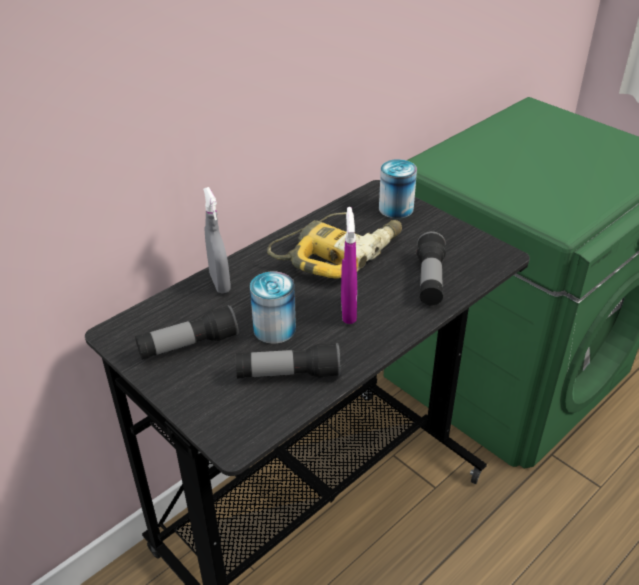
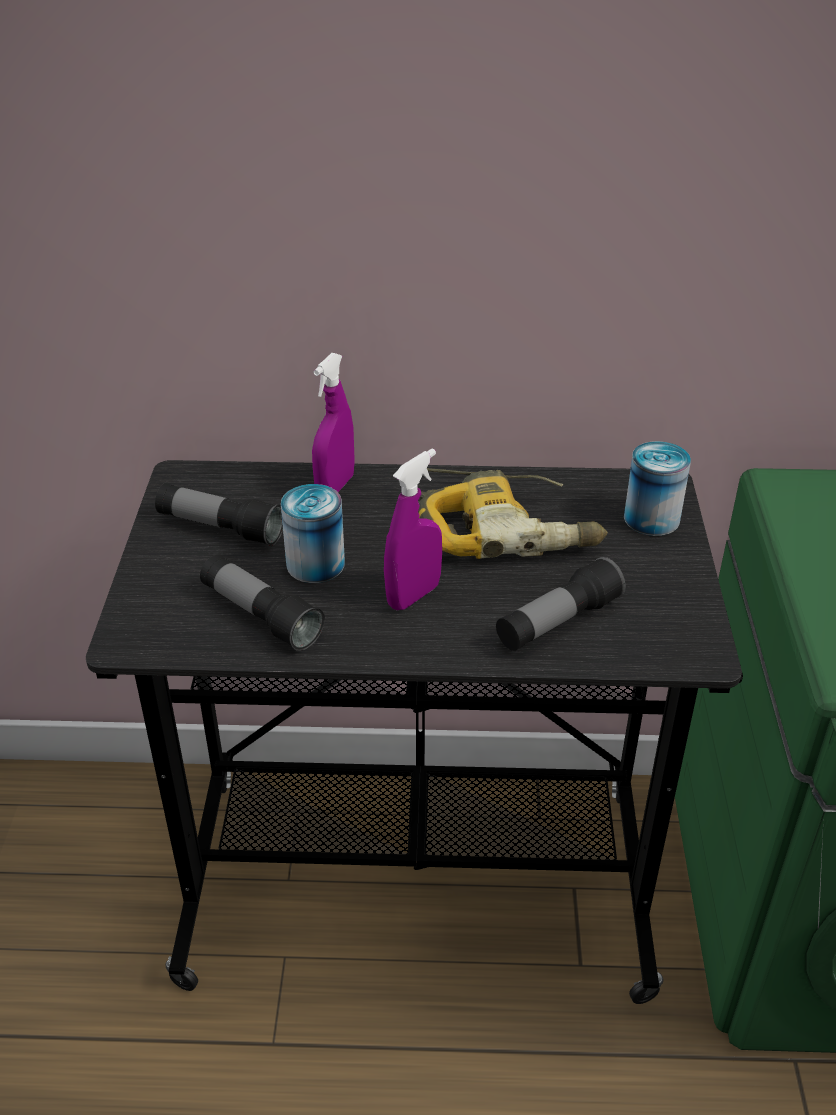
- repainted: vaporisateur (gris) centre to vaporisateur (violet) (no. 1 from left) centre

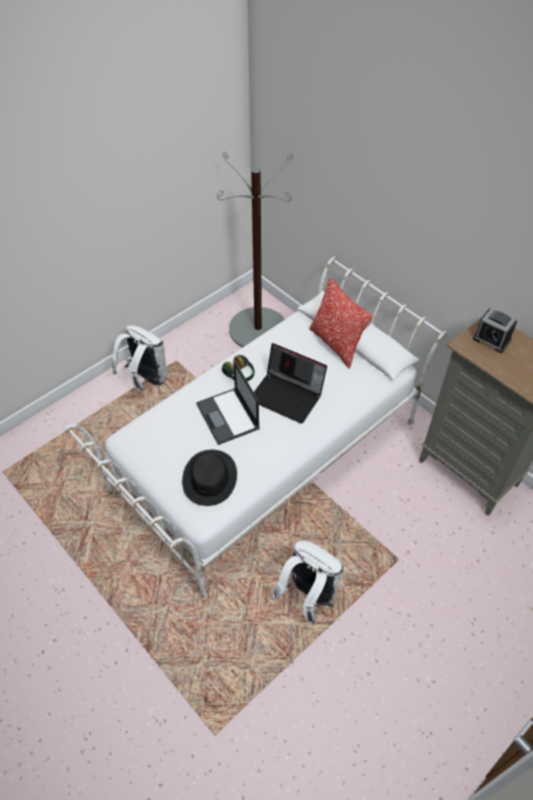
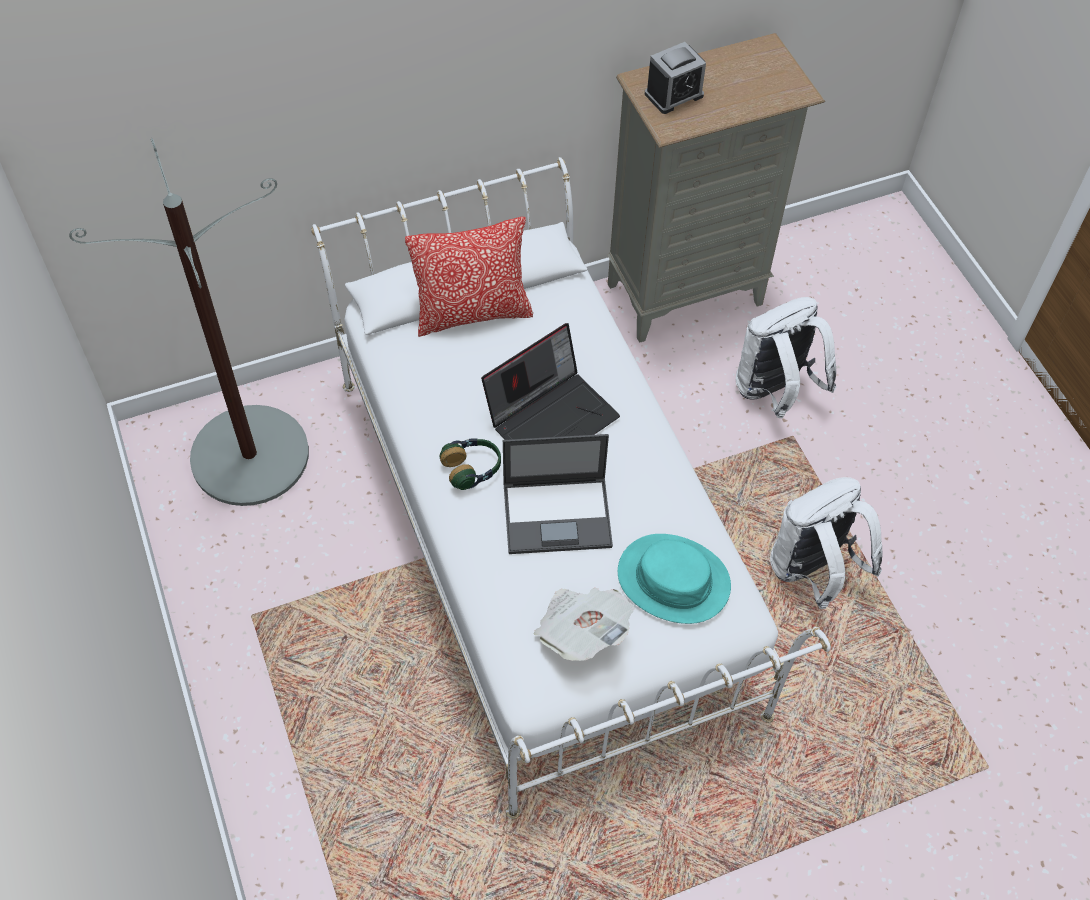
- shifted: sac à dos (blanc) (no. 1 from left) middle left to middle right
- repainted: chapeau (noir) centre to chapeau (turquoise) centre
- new: journal bottom centre

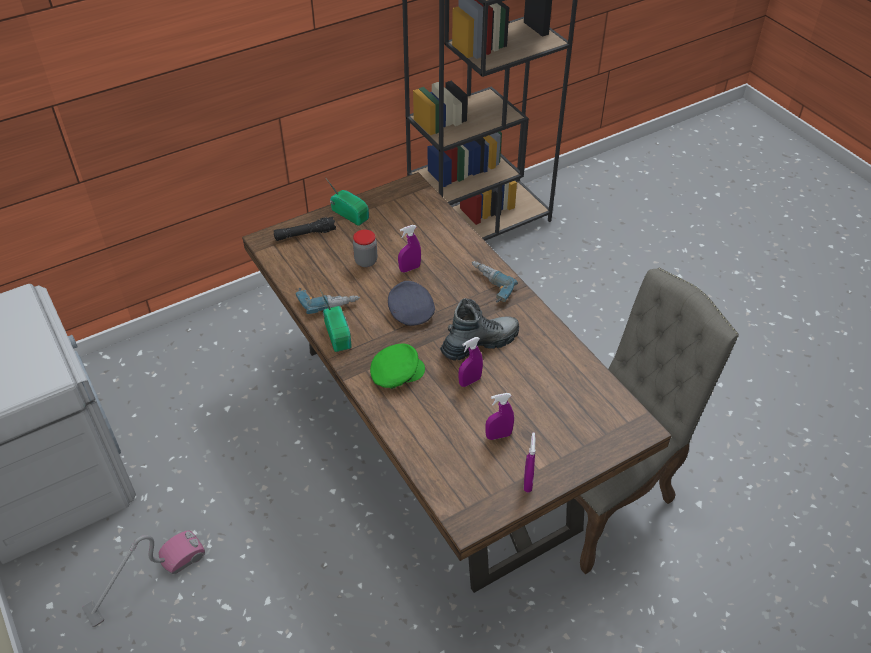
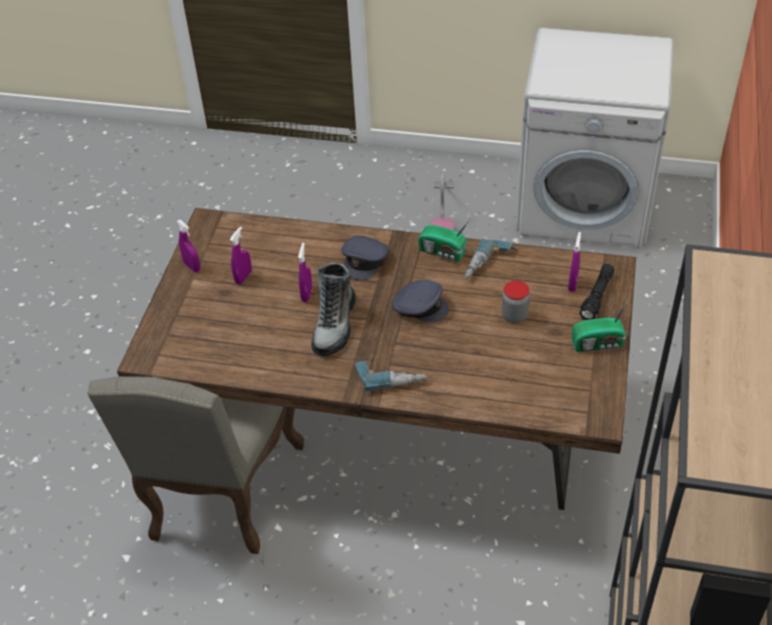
- shifted: vaporisateur (violet) (no. 1 from left in the first image) centre to vaporisateur (violet) (no. 4 from left) middle right
- repainted: casquette (vert) centre to casquette (gris) (no. 1 from left) centre

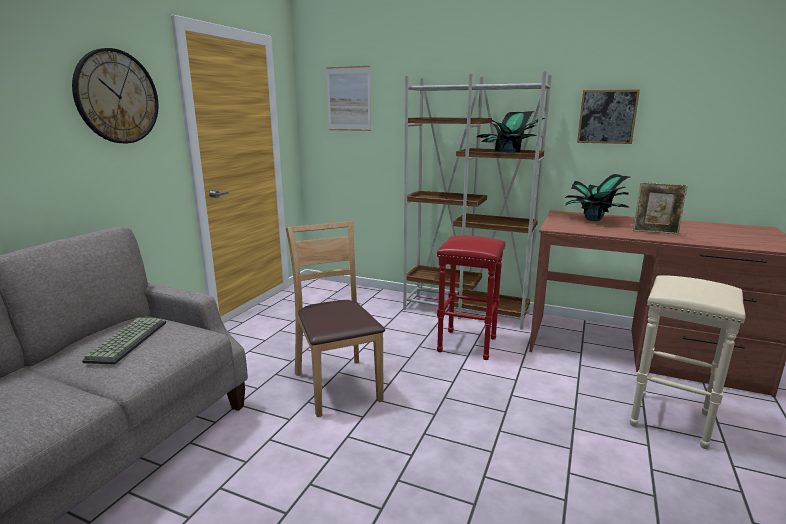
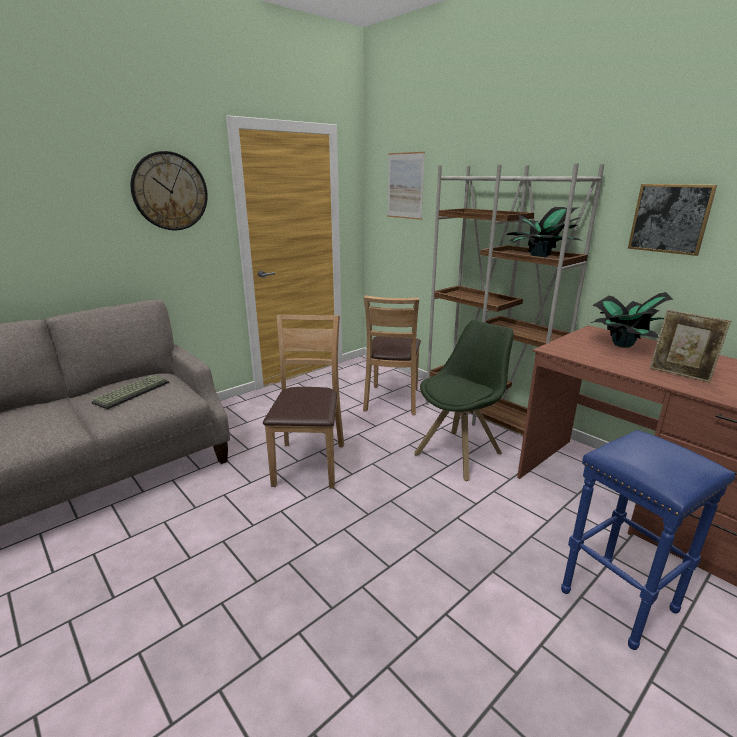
- swapped: tabouret (rouge) centre to chaise (vert) centre
- repainted: tabouret (beige) bottom right to tabouret (bleu) bottom right
- new: chaise (marron) (no. 2 from left) centre

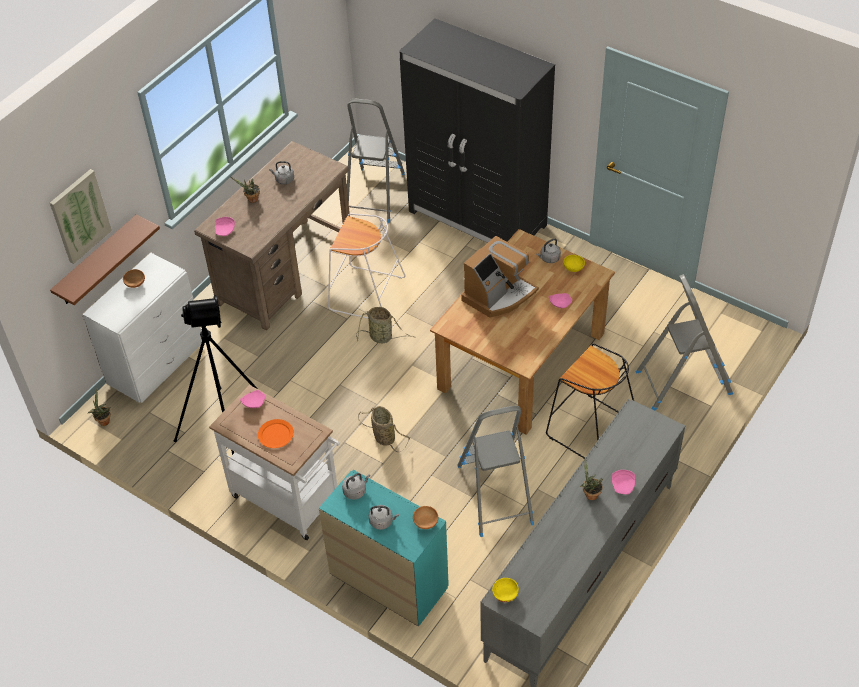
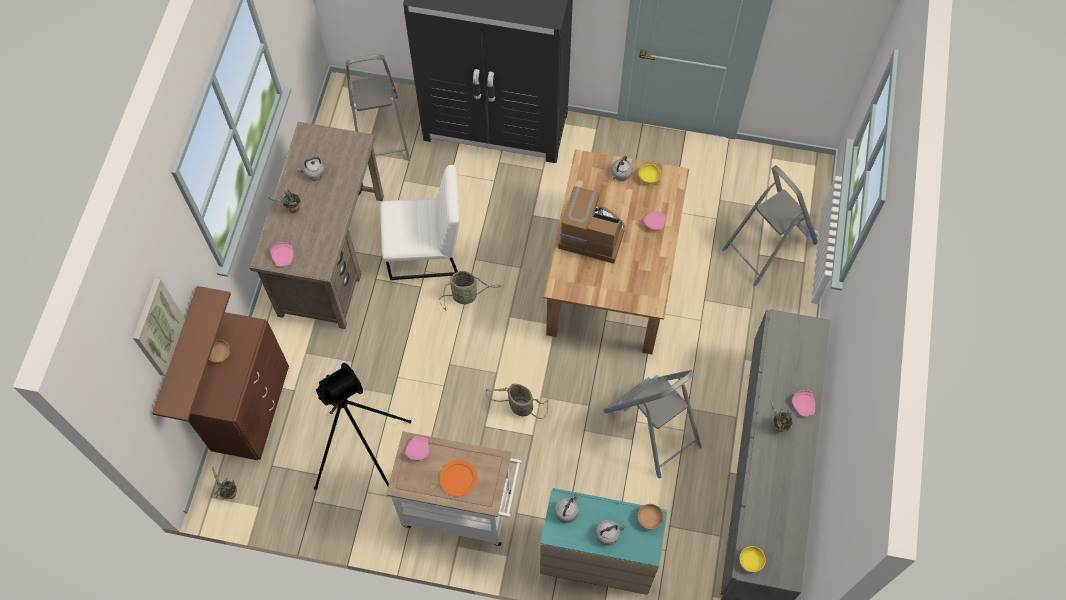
- swapped: tabouret (blanc) centre to chaise (blanc) centre
- rotated: machine à café centre = centre 90 degrees counterclockwise
- repainted: commode (blanc) middle left to commode (marron) middle left
- gone: tabouret (noir) middle right

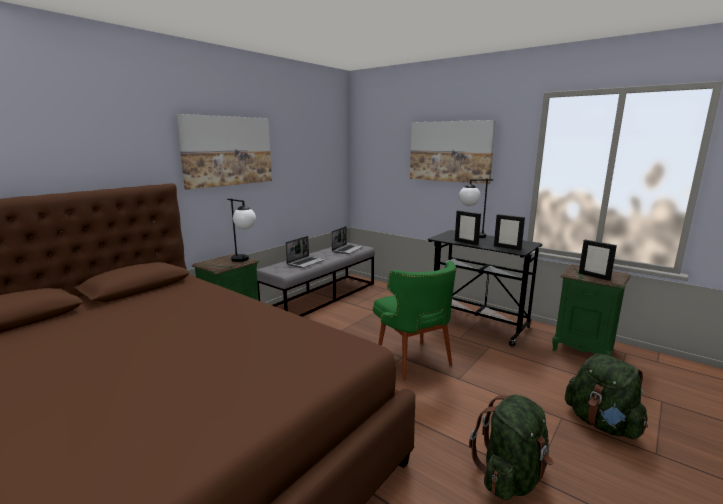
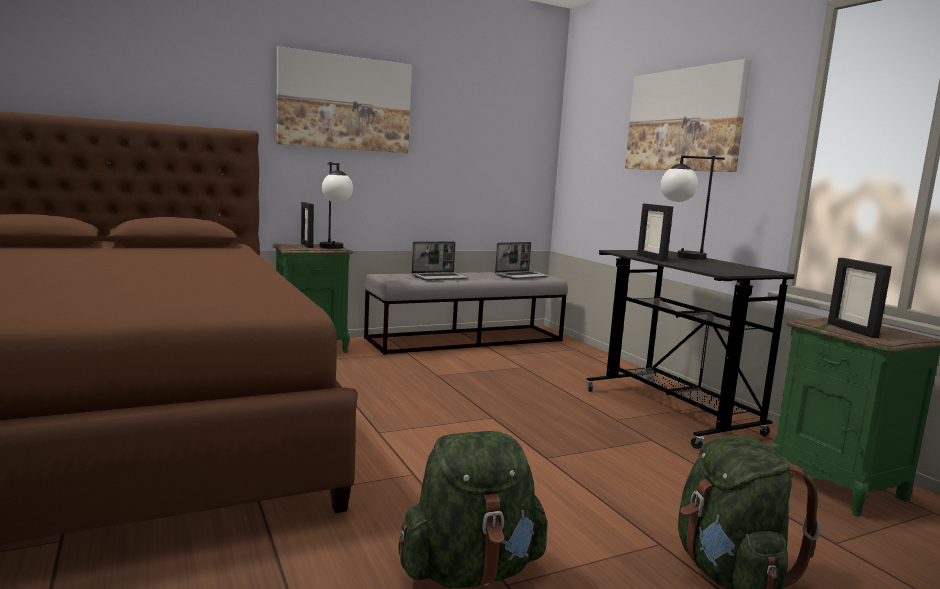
- shifted: cadre photo (no. 2 from left in the first image) middle right to cadre photo (no. 1 from left) middle left
- gone: chaise (vert) centre

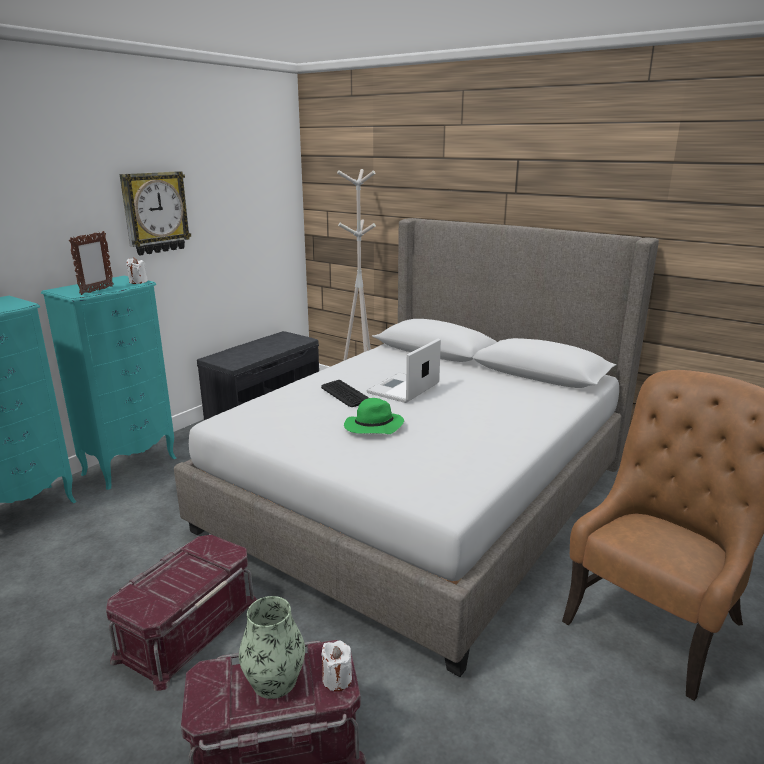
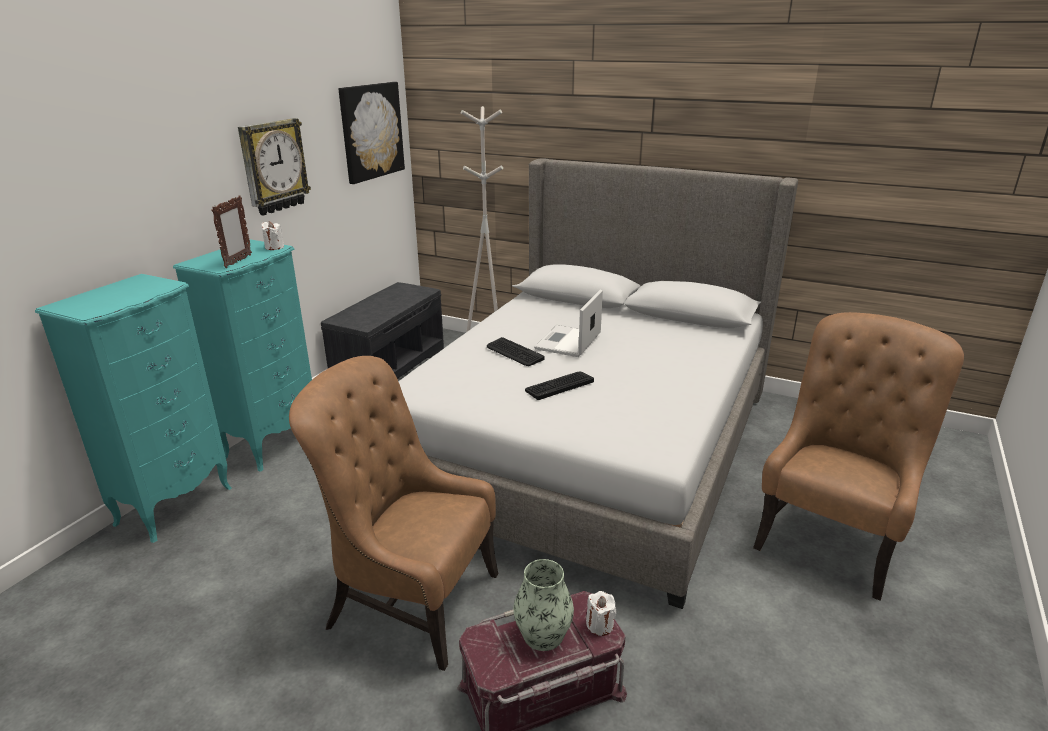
- swapped: chapeau (vert) centre to clavier (no. 2 from left) centre
- swapped: boîte de rangement (rouge) (no. 1 from left) bottom left to chaise (marron) (no. 1 from left) bottom centre
- new: tableau top centre

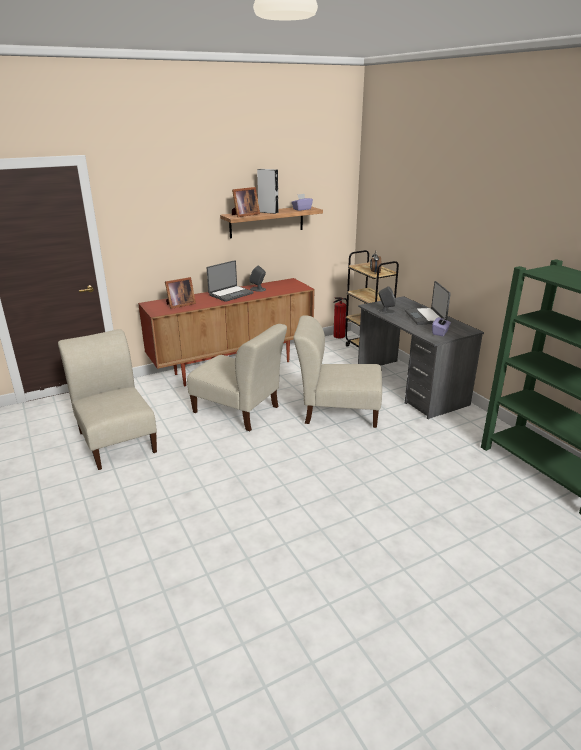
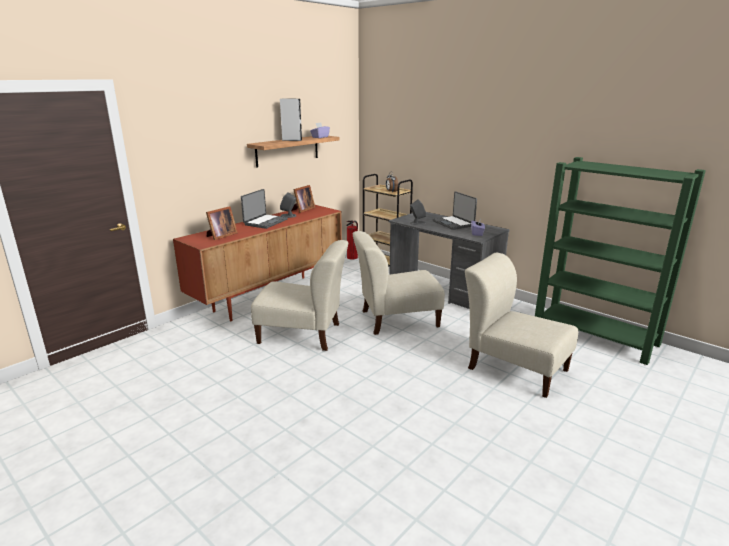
- shifted: cadre photo (no. 2 from left) top centre to centre
- shifted: chaise (beige) (no. 1 from left in the first image) middle left to chaise (beige) (no. 3 from left) middle right

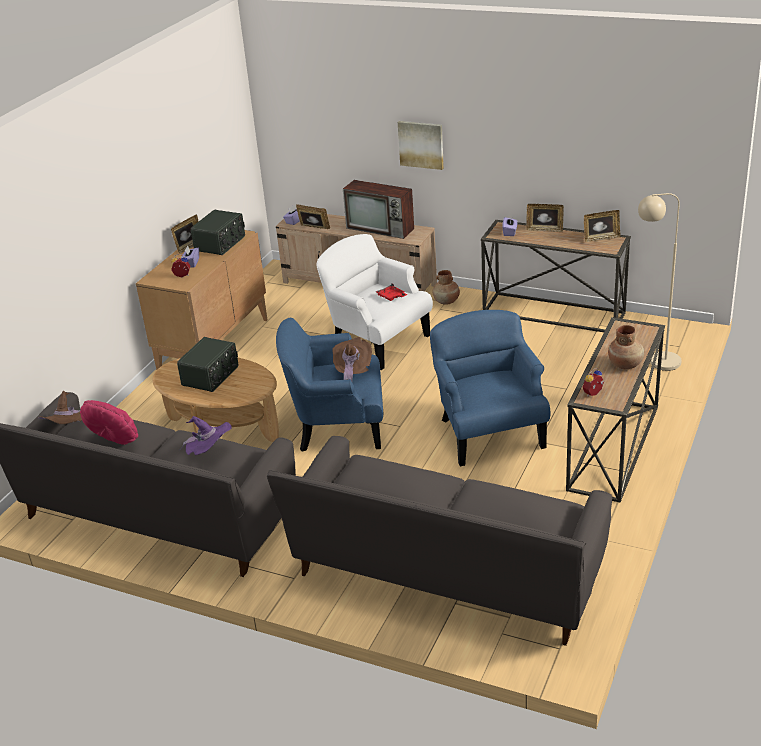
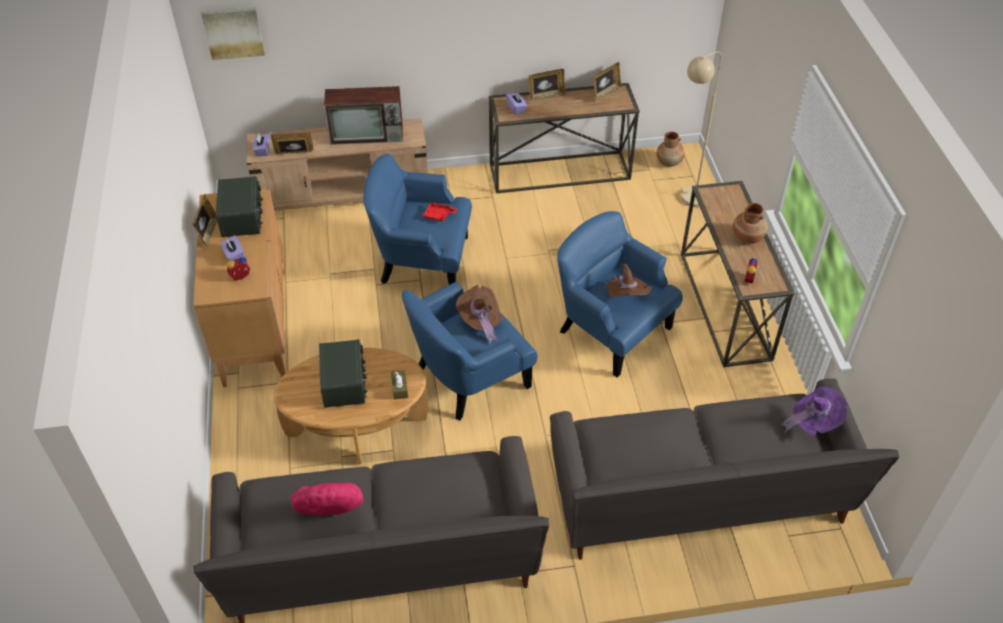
- shifted: tableau top centre to top left
- repainted: fauteuil (blanc) centre to fauteuil (bleu) (no. 1 from left) centre
- shifted: vase (marron) (no. 1 from left) centre to top right
- shifted: chapeau (marron) (no. 1 from left in the first image) middle left to chapeau (marron) (no. 2 from left) centre
- shifted: chapeau (violet) middle left to middle right
- new: boîte à mouchoirs (marron) centre

